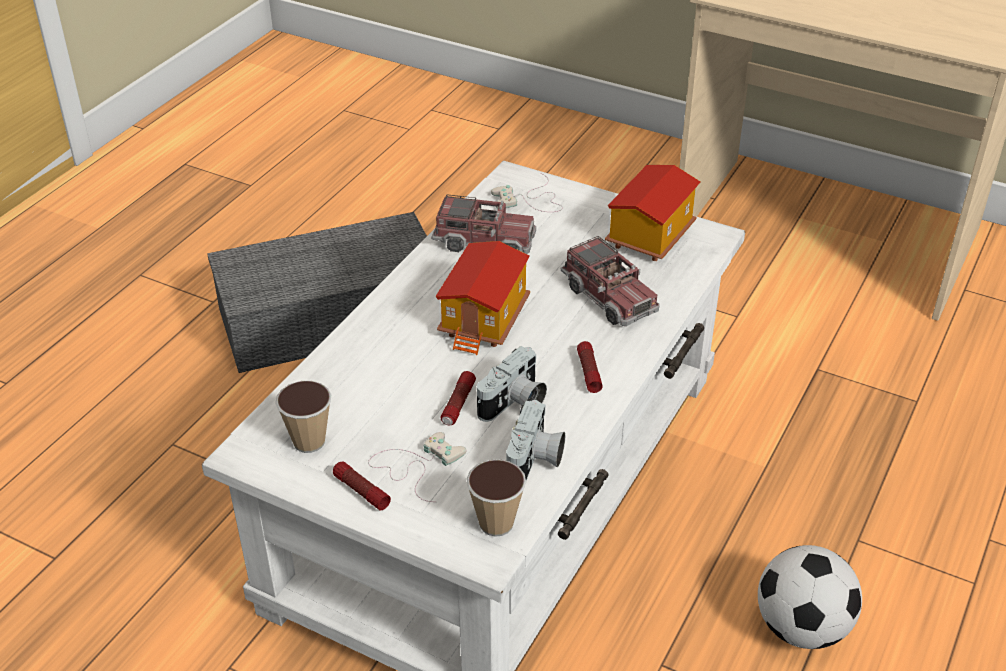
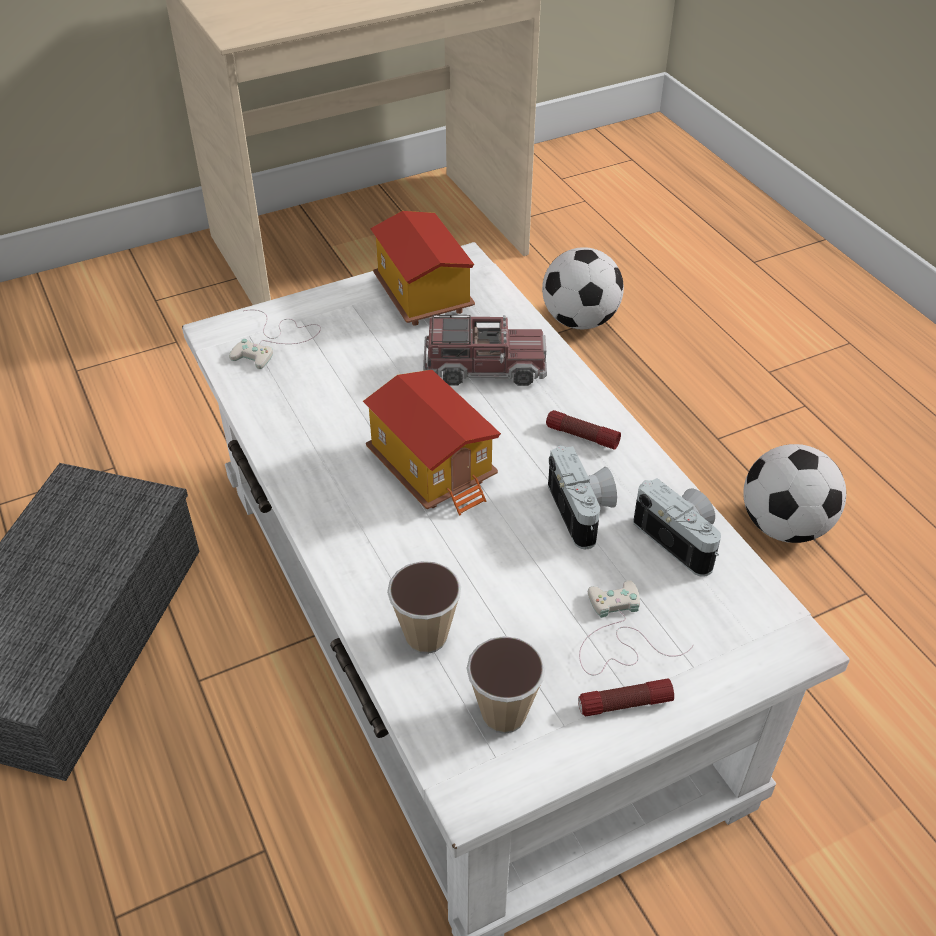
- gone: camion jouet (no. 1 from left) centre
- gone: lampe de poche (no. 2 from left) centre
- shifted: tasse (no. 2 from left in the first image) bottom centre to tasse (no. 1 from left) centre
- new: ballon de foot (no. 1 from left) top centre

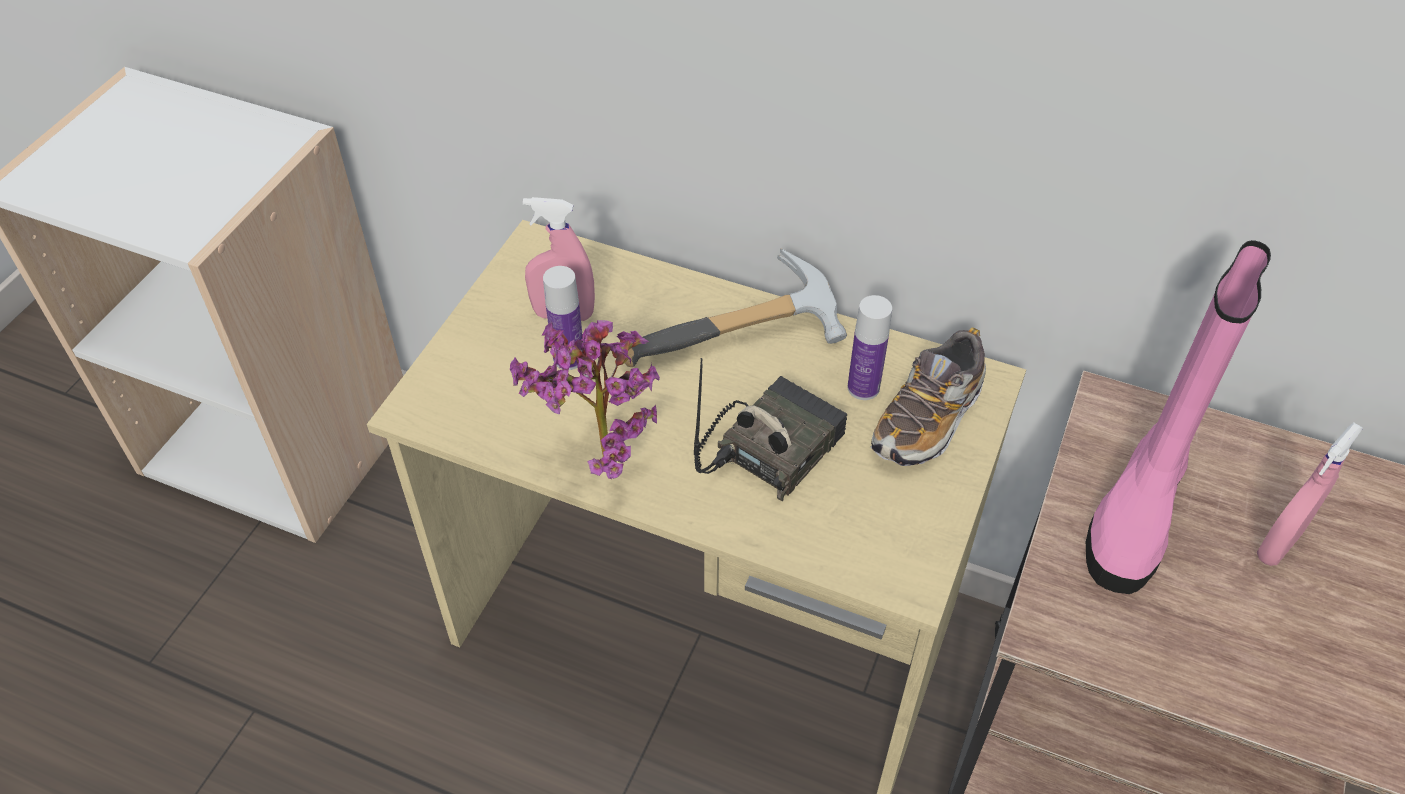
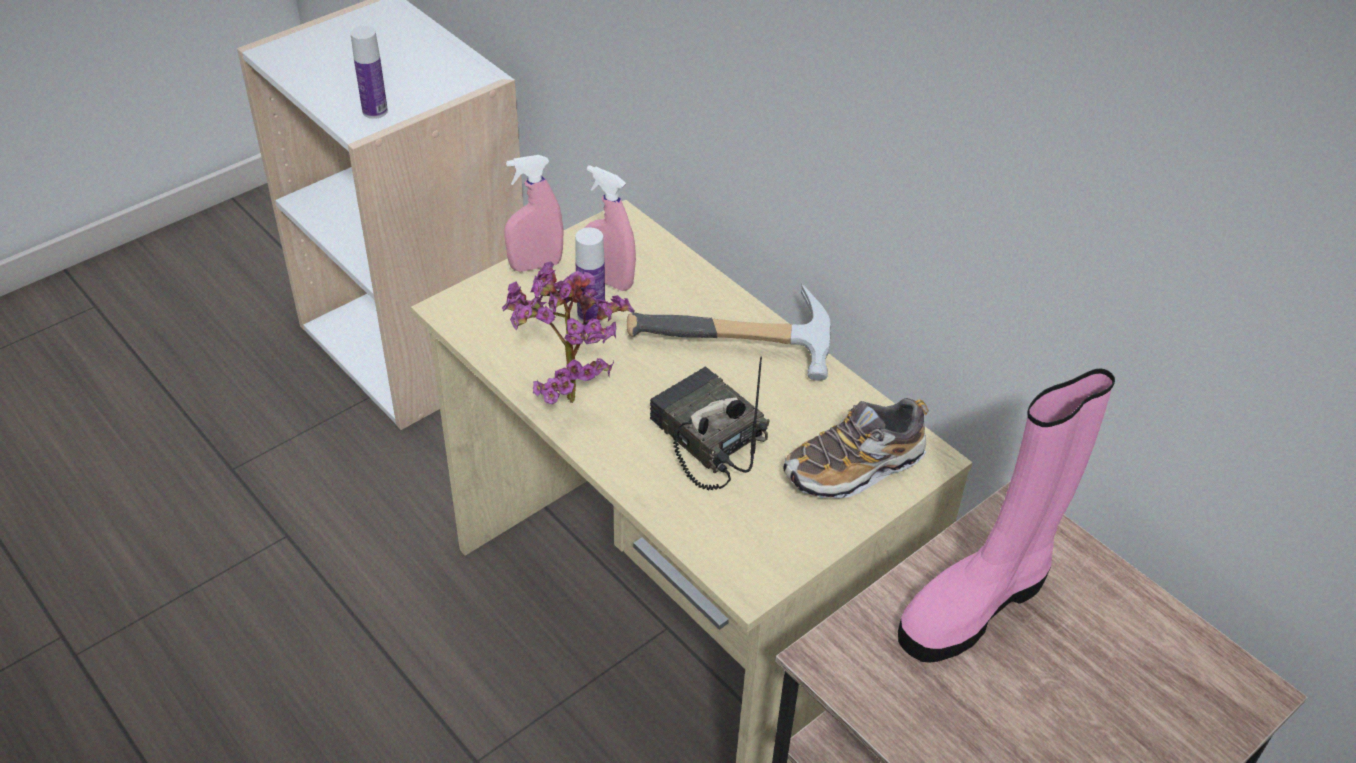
- shifted: bouteille (no. 2 from left in the first image) centre to bouteille (no. 1 from left) top left
- rotated: radio centre = centre 105 degrees counterclockwise
- shifted: vaporisateur (rose) (no. 2 from left in the first image) middle right to vaporisateur (rose) (no. 1 from left) top centre

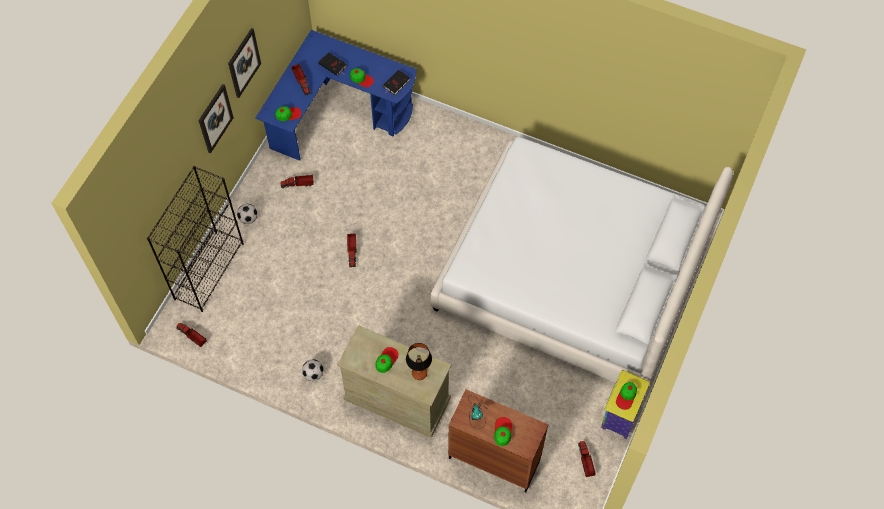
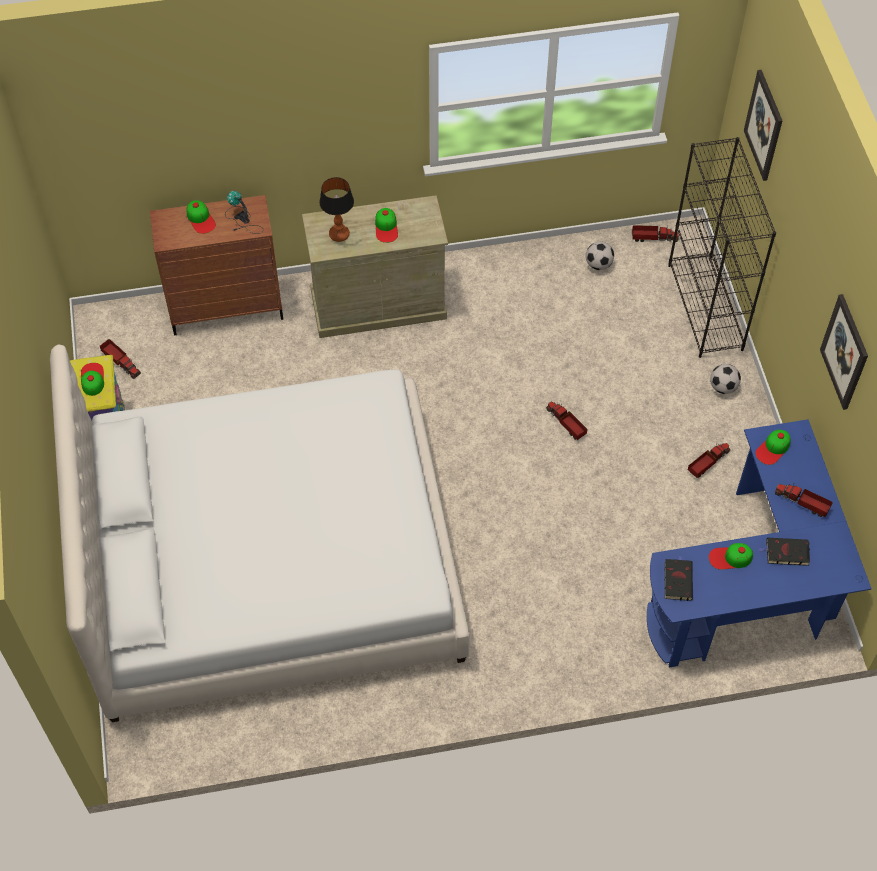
- shifted: tableau (no. 1 from left) top left to top right
- shifted: ballon de foot (no. 2 from left in the first image) bottom centre to ballon de foot (no. 1 from left) top right

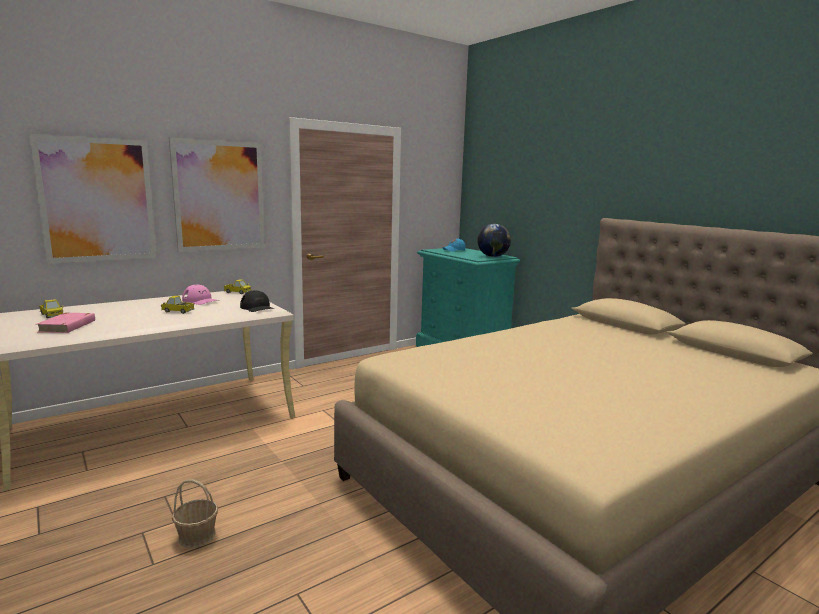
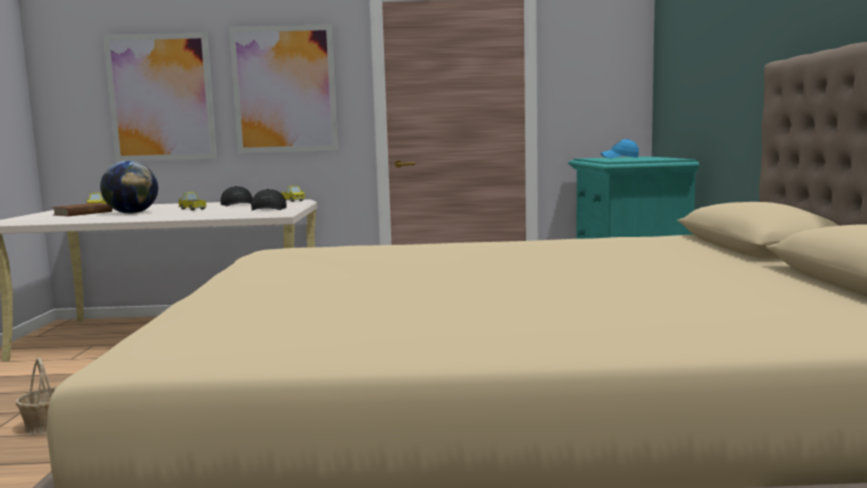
- shifted: globe centre to middle left
- repainted: casquette (rose) middle left to casquette (noir) (no. 1 from left) middle left
- repainted: livre (rose) middle left to livre (marron) middle left

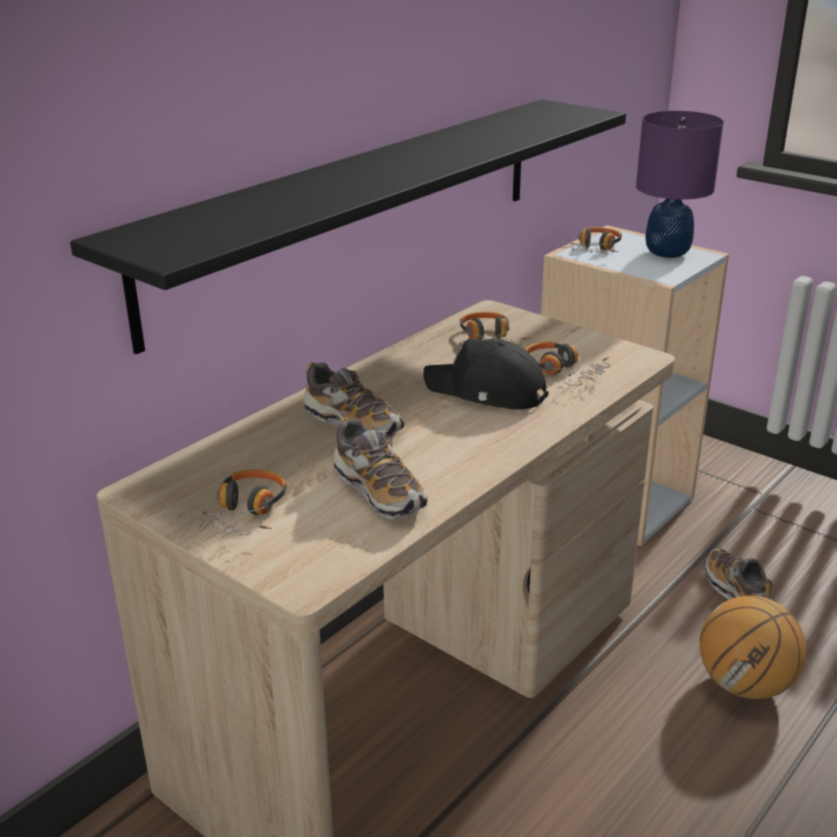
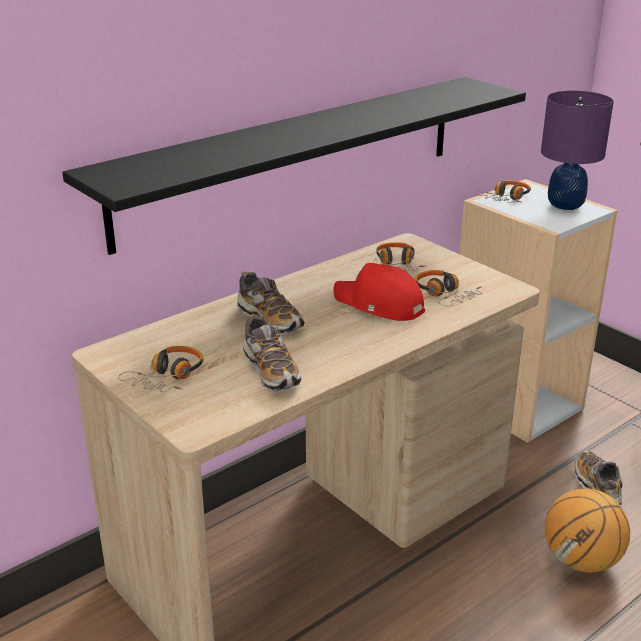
- repainted: casquette (noir) centre to casquette (rouge) centre

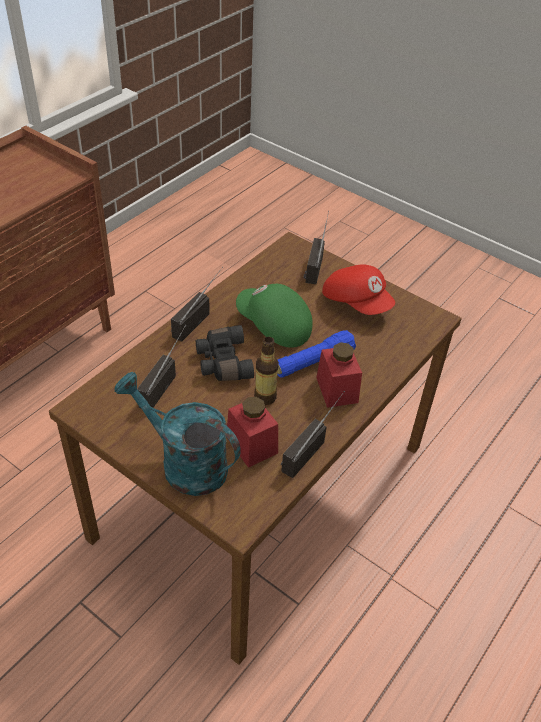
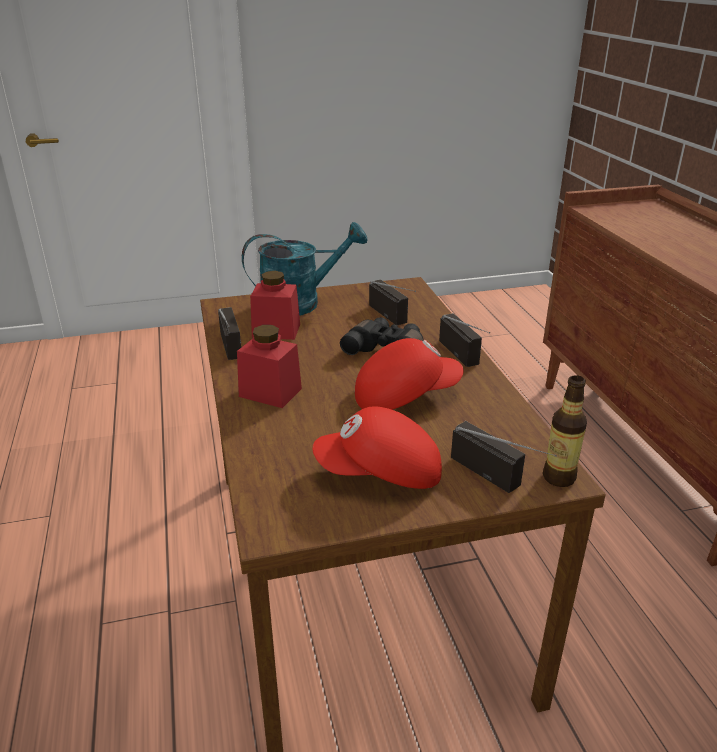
- repainted: casquette (vert) centre to casquette (rouge) (no. 2 from left) centre
- gone: lampe de poche (bleu) centre
- shifted: bouteille centre to middle right

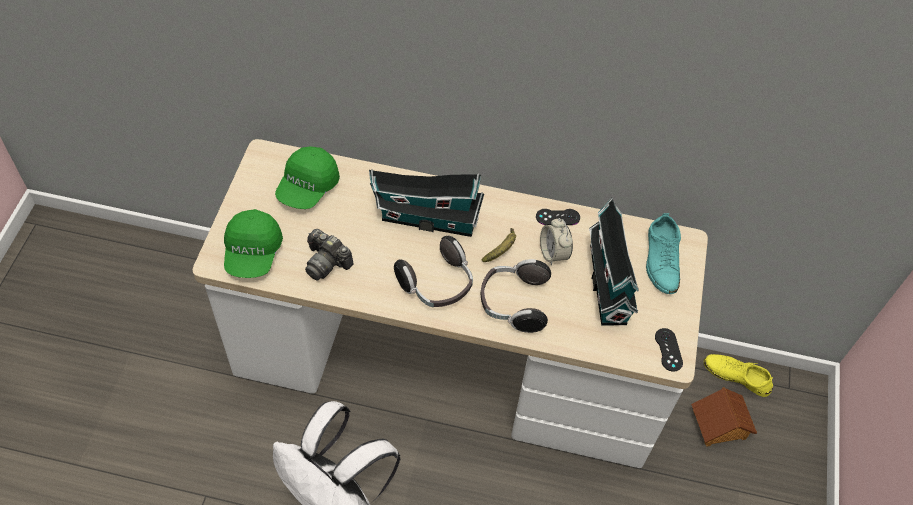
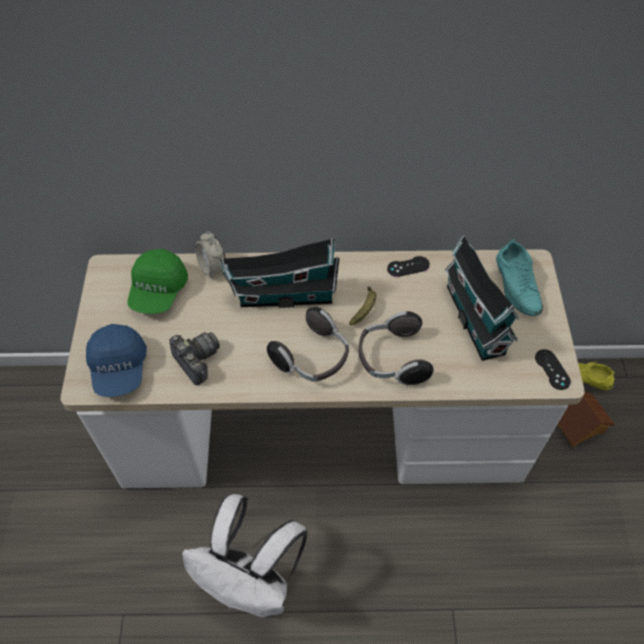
- repainted: casquette (vert) (no. 1 from left) middle left to casquette (bleu) middle left
- shifted: réveil centre to middle left
- rotated: appareil photo centre = middle left 150 degrees counterclockwise

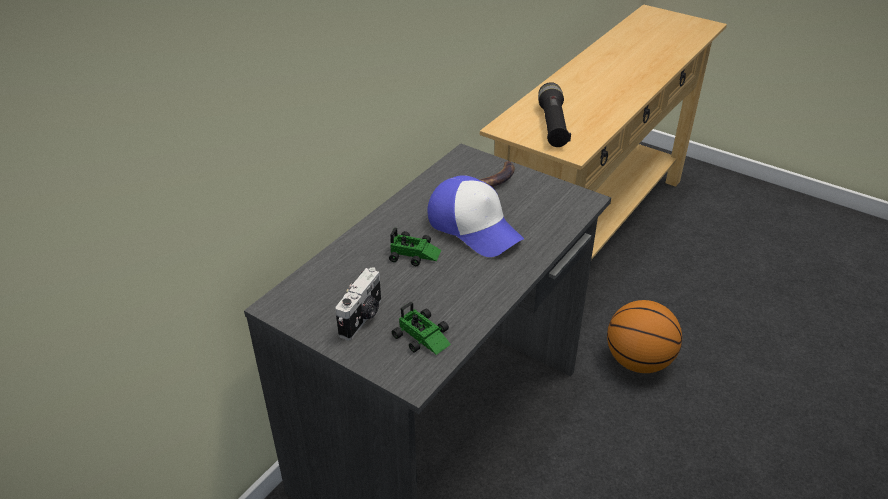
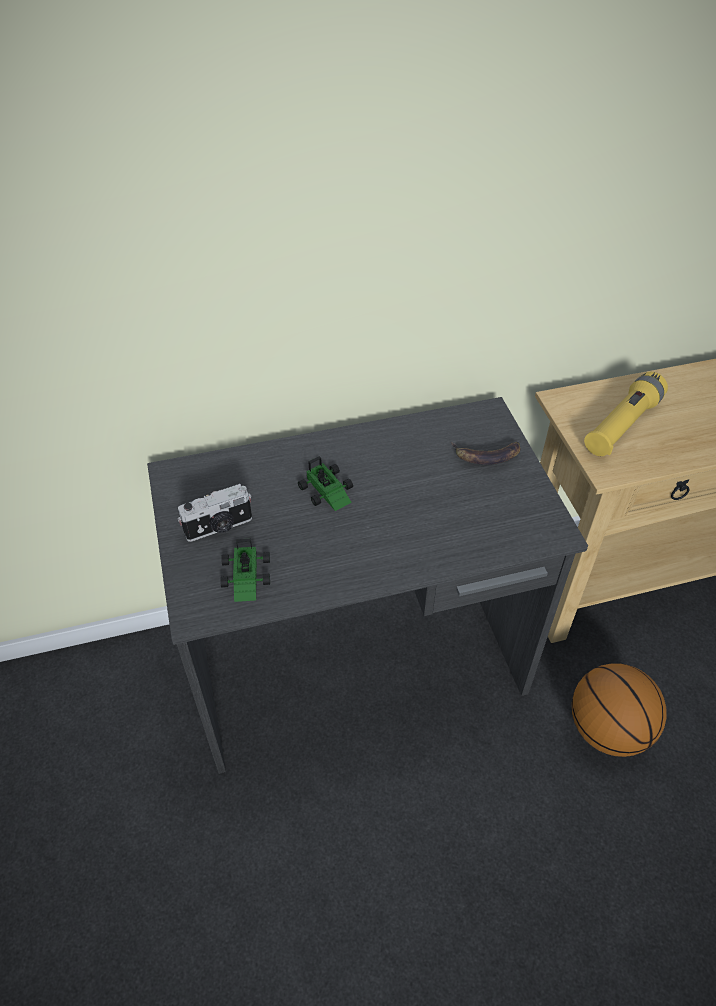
- repainted: lampe de poche (noir) top centre to lampe de poche (jaune) middle right
- gone: casquette centre

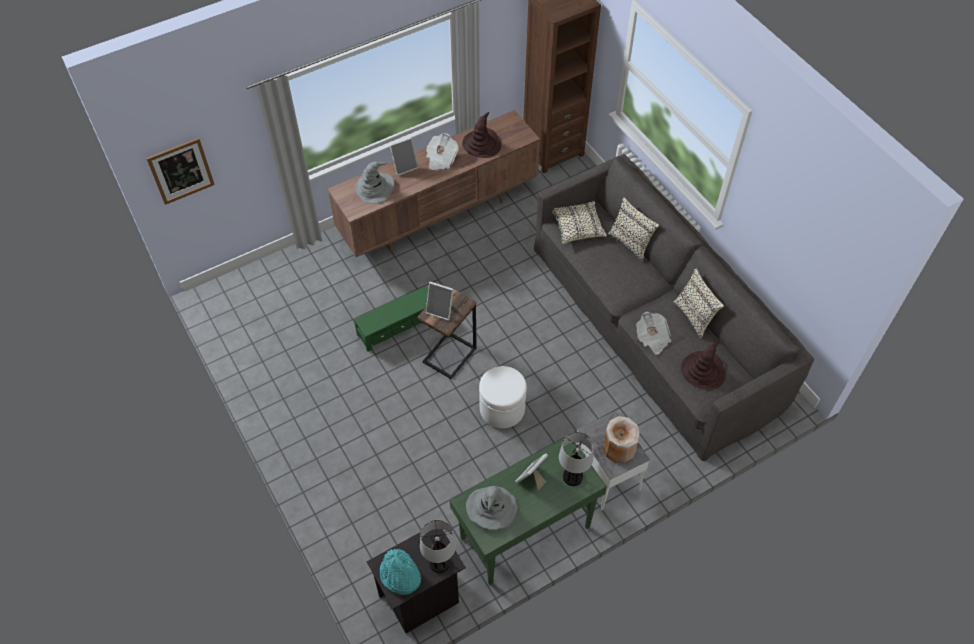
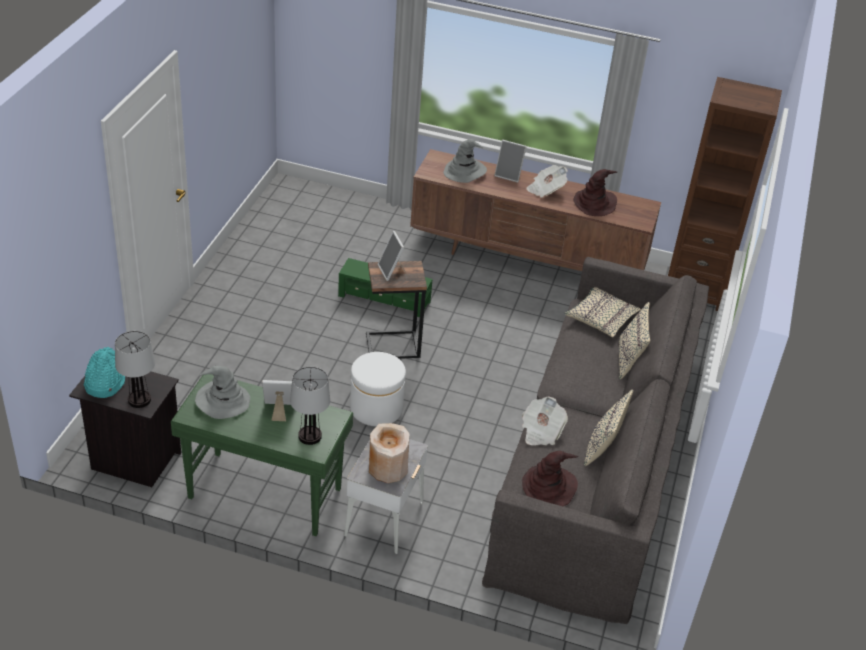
- gone: tableau top left

